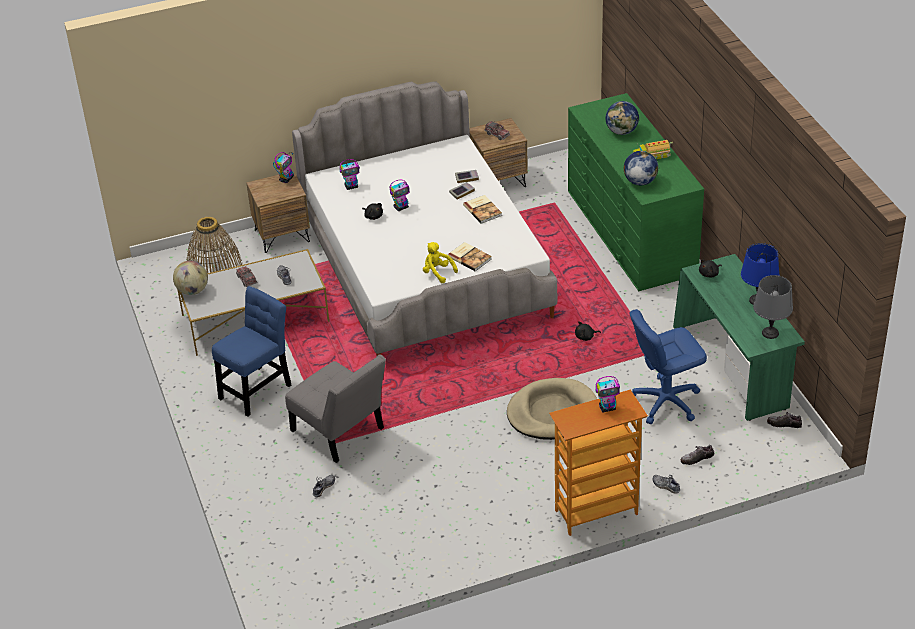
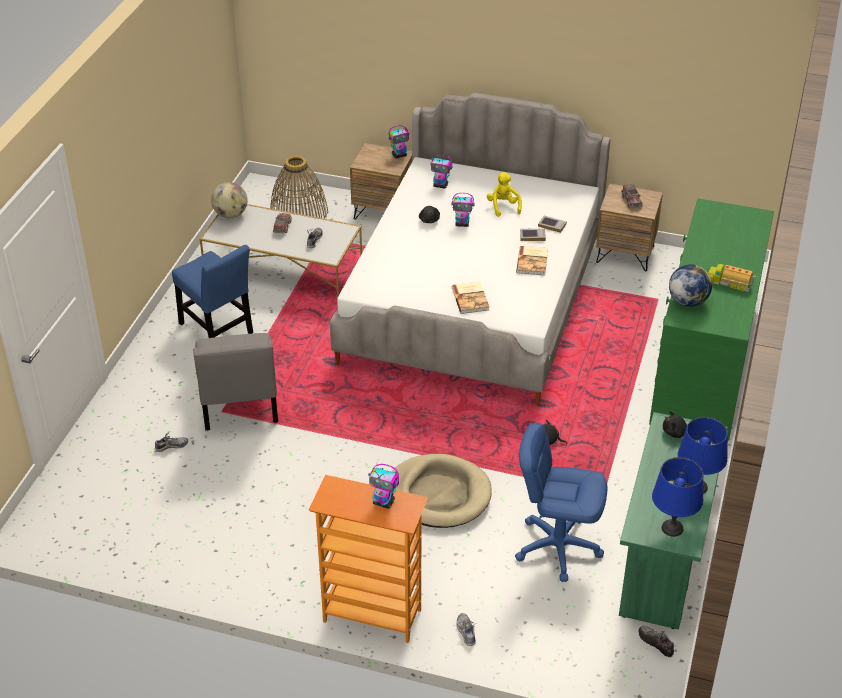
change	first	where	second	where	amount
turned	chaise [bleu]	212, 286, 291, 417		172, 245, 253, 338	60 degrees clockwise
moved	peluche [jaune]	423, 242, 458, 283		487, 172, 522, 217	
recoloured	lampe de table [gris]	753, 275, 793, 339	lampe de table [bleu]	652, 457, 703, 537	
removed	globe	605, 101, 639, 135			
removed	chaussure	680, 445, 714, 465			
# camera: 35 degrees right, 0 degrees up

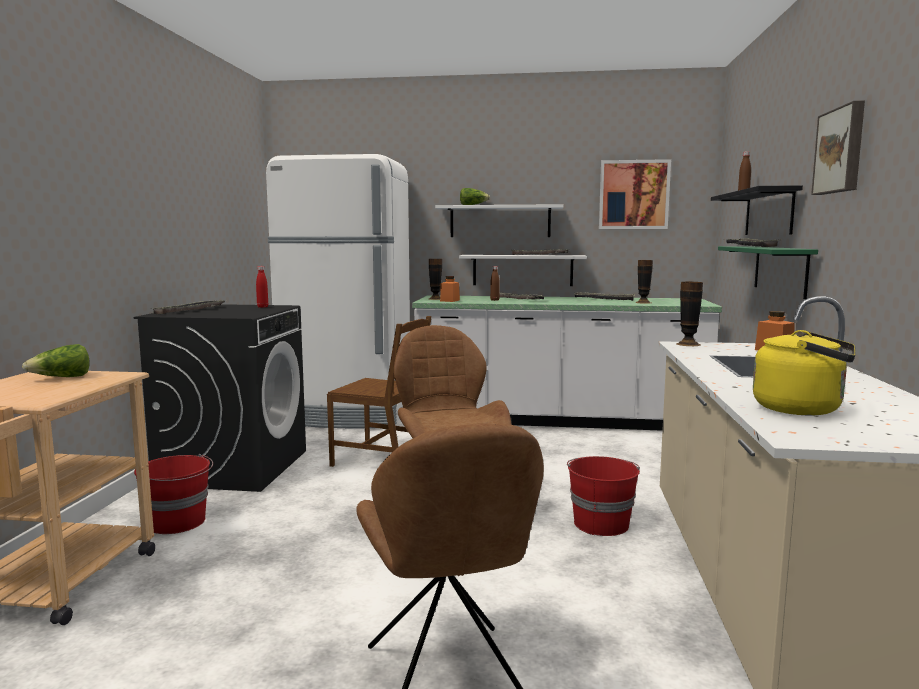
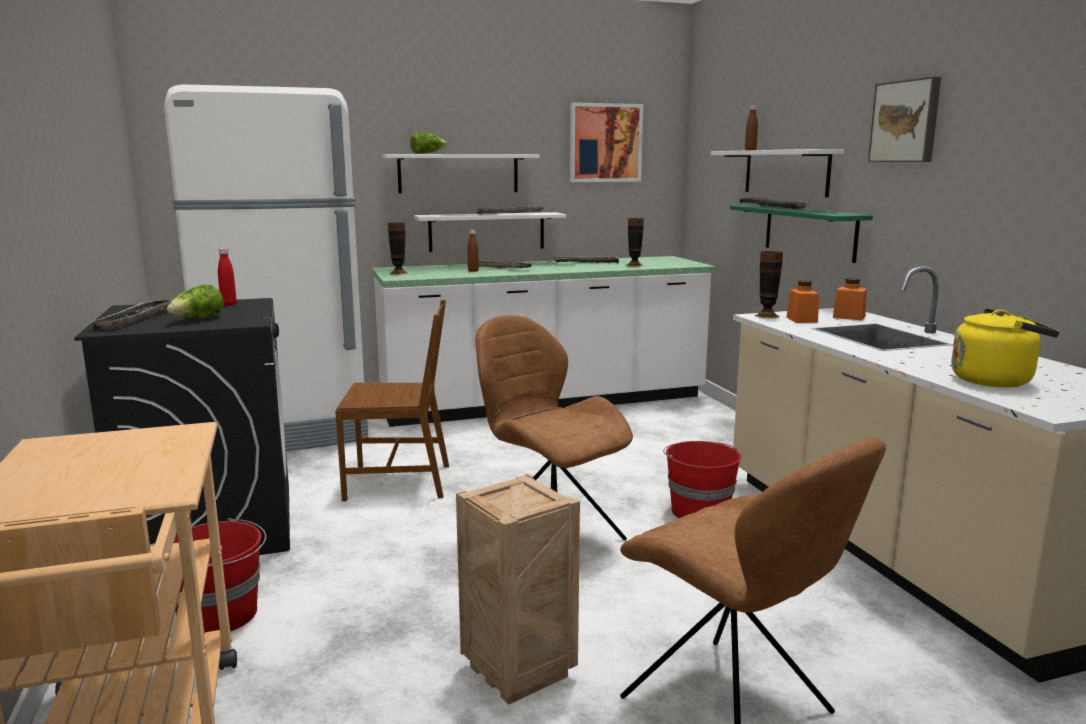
change	first	where	second	where	amount
moved	laitue	22, 344, 90, 377		167, 284, 224, 318	
added			caisse	456, 474, 580, 705	
recoloured	étagère [noir]	711, 185, 803, 235	étagère [blanc]	711, 149, 844, 197	
moved	bocal [orange]	440, 276, 460, 302		786, 280, 819, 323	
# camera: 25 degrees left, 5 degrees up

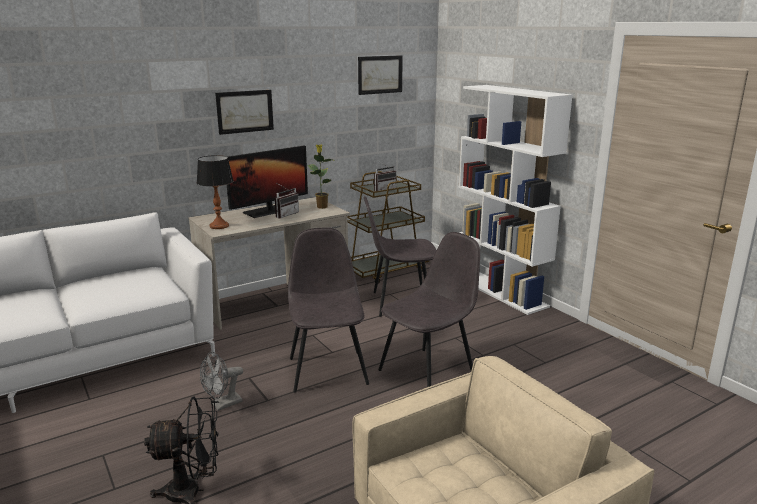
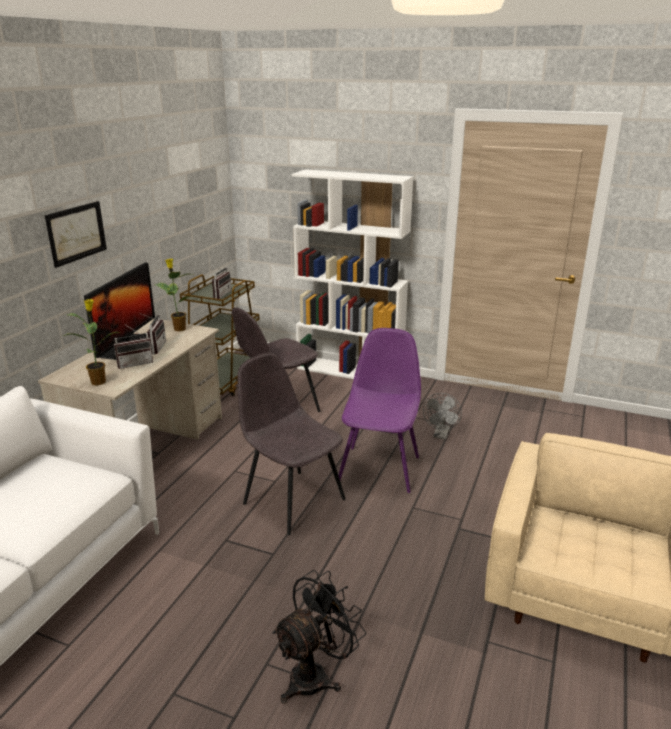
change	first	where	second	where	amount
replaced	lampe de table	197, 155, 234, 229	plante en pot	63, 299, 119, 385	
added			radio	114, 324, 153, 369	
recoloured	chaise [gris]	379, 232, 480, 387	chaise [violet]	339, 328, 421, 493	
moved	ventilateur [gris]	200, 352, 243, 411		423, 393, 462, 440	
removed	tableau	358, 55, 403, 95			
# camera: 35 degrees left, 5 degrees up

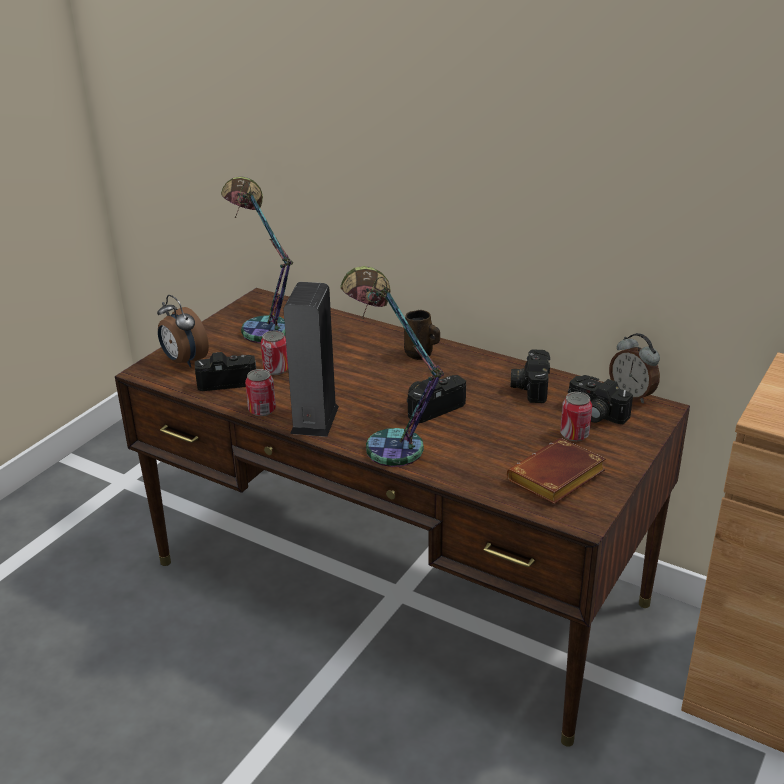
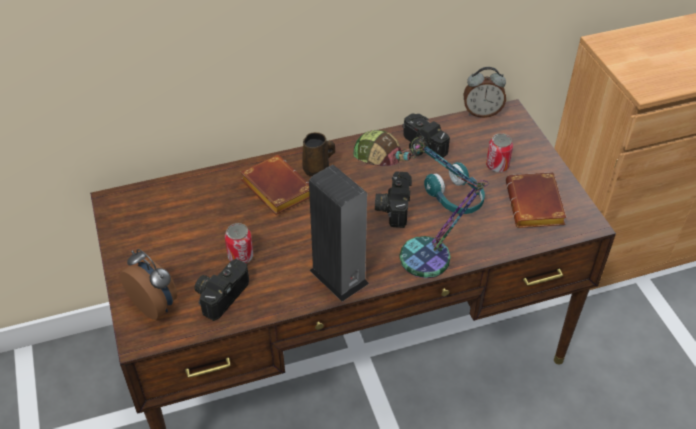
change	first	where	second	where	amount
turned	réveil	157, 295, 209, 368		120, 249, 177, 320	135 degrees counterclockwise
added			livre [marron]	241, 155, 310, 215	
added			casque audio [turquoise]	424, 162, 485, 214	
removed	lampe de table	221, 176, 293, 343			
removed	boîte métallique	245, 369, 276, 416			
removed	appareil photo	568, 375, 633, 424			
# camera: 50 degrees left, 15 degrees up

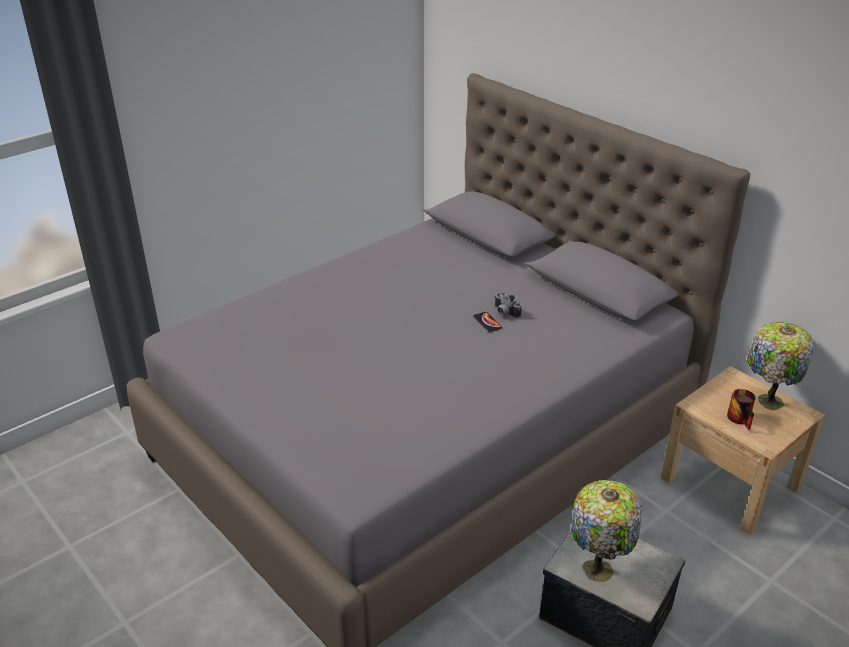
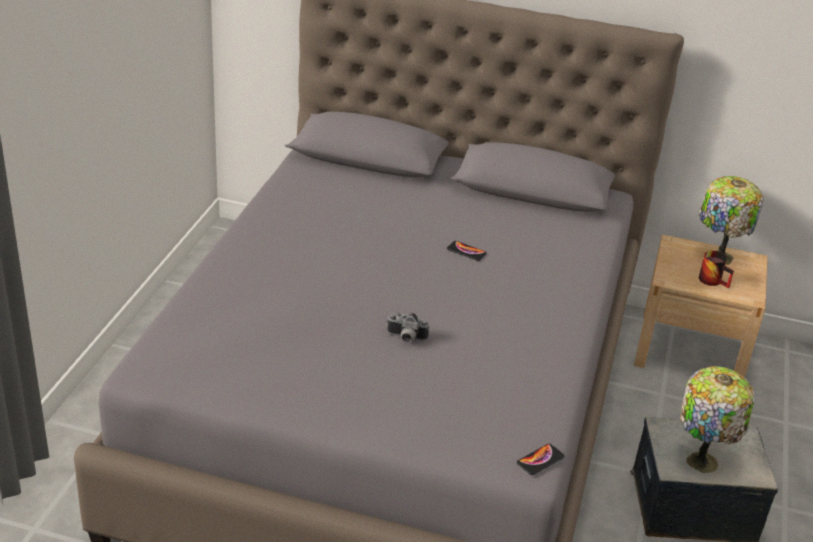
change	first	where	second	where	amount
moved	appareil photo	494, 292, 522, 318		387, 313, 429, 343	
added			téléphone	517, 444, 564, 475	
# camera: 35 degrees left, 0 degrees up

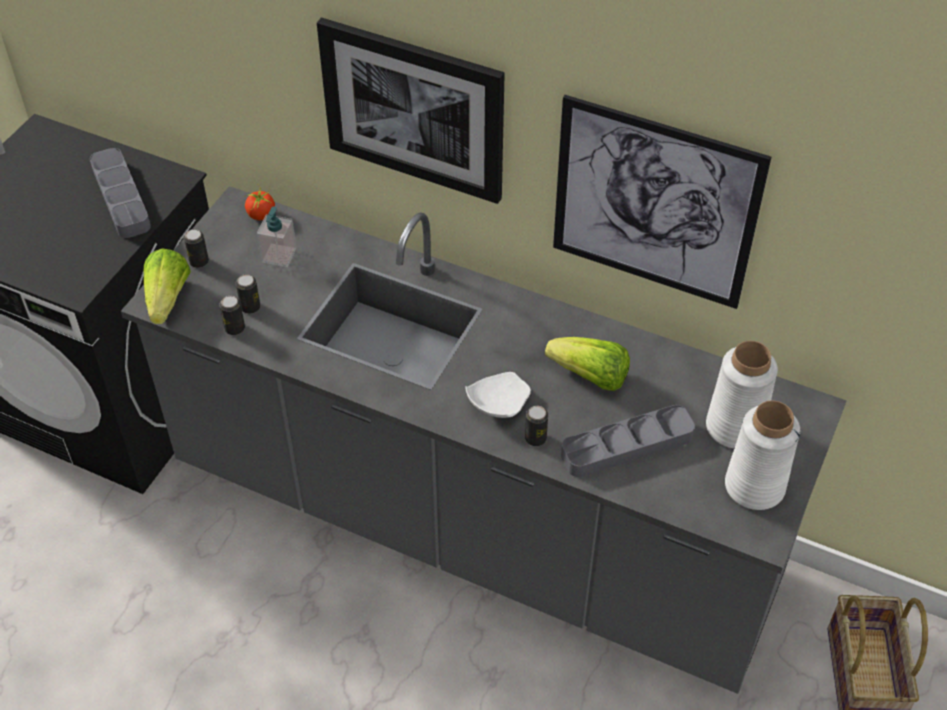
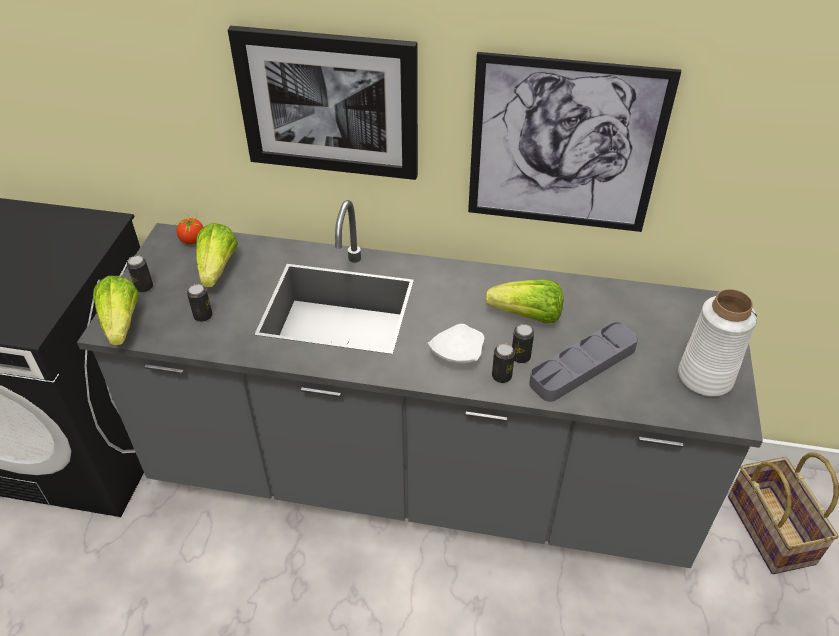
change	first	where	second	where	amount
replaced	distributeur de savon	257, 207, 297, 267	laitue	196, 223, 238, 287	
moved	boîte métallique	219, 296, 245, 335		512, 324, 534, 363	
removed	plateau [gris]	90, 148, 151, 238			
removed	vase [blanc]	706, 341, 778, 448			
# camera: 15 degrees left, 5 degrees down

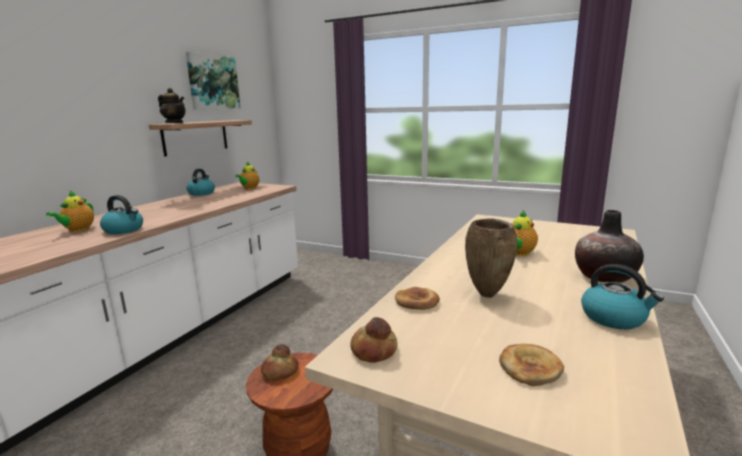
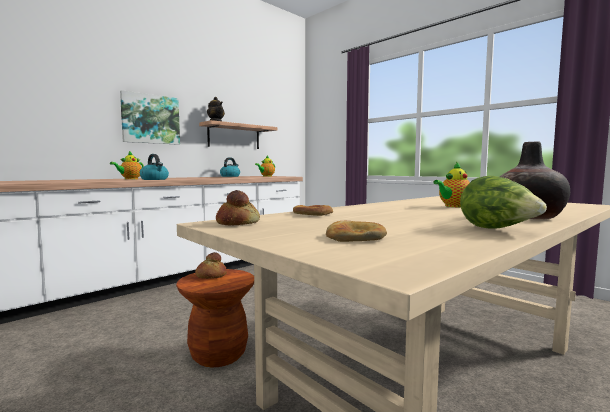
change	first	where	second	where	amount
moved	tableau	186, 52, 241, 110		120, 90, 180, 145	
replaced	bouilloire	581, 264, 664, 329	laitue	460, 176, 547, 229	
removed	vase [marron]	465, 218, 518, 298			
# camera: 20 degrees right, 10 degrees down

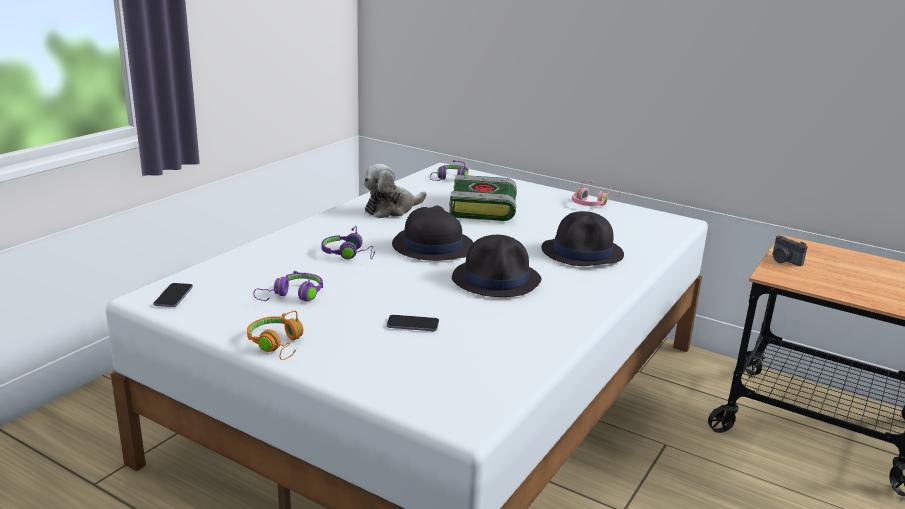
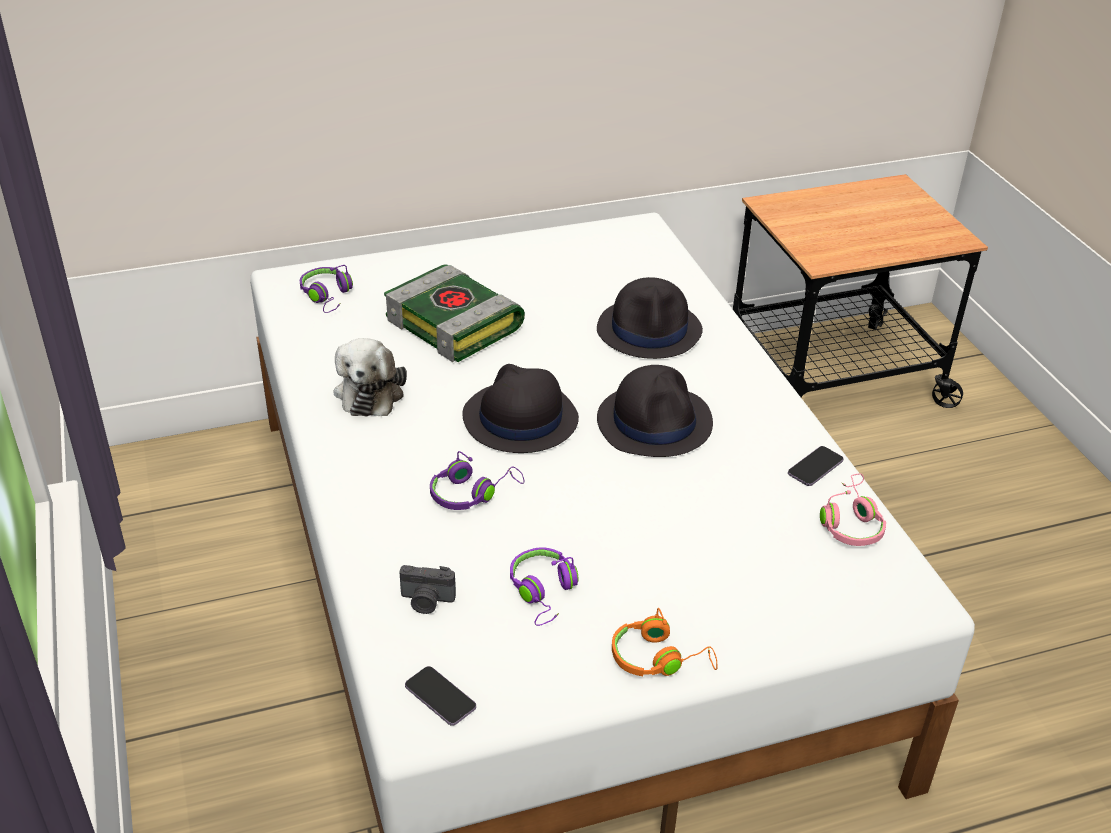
change	first	where	second	where	amount
moved	appareil photo	772, 236, 808, 266		400, 565, 456, 614	
moved	téléphone	387, 315, 439, 331		788, 446, 844, 486	
moved	casque audio [rose]	572, 180, 620, 206		820, 473, 886, 546	
# camera: 50 degrees left, 15 degrees up

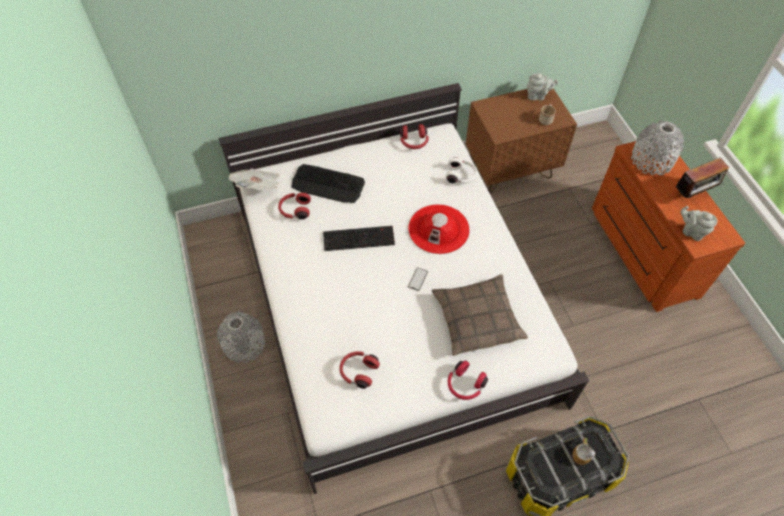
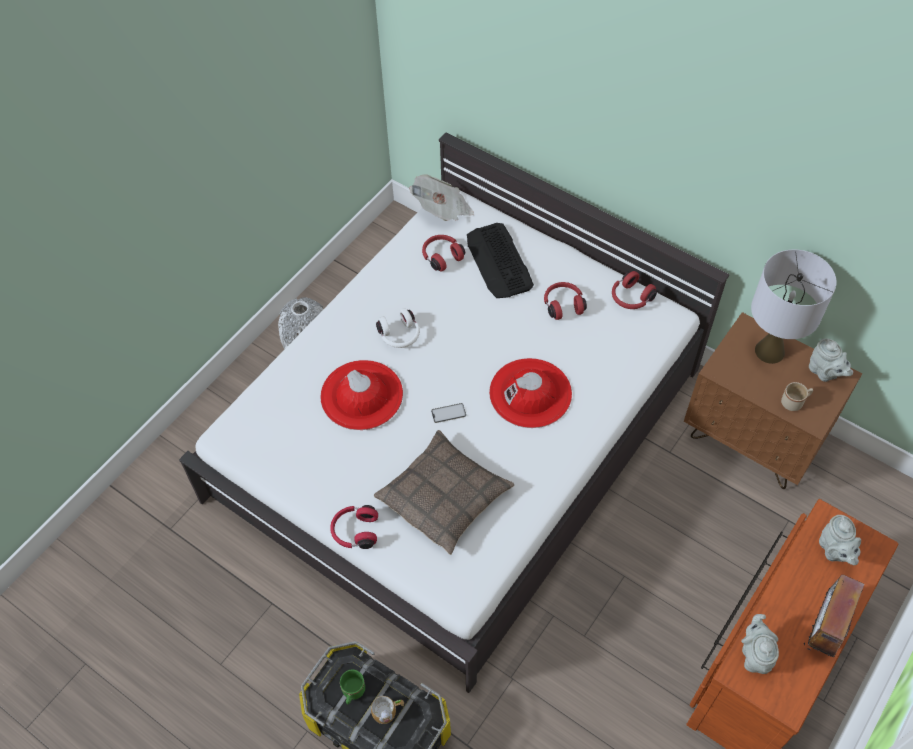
change	first	where	second	where	amount
added			chapeau [rouge]	320, 360, 403, 430	
added			mug [vert]	340, 670, 365, 704	
moved	casque audio [blanc]	446, 157, 477, 184		376, 308, 420, 348	
moved	casque audio [rouge]	340, 351, 380, 389		544, 282, 587, 320	
added			lampe de table [gris]	751, 249, 837, 364	
turned	radio	676, 158, 729, 198		803, 575, 864, 657	90 degrees clockwise
replaced	vase [gris]	631, 121, 684, 175	théière [gris]	819, 515, 861, 565	
removed	clavier	323, 226, 395, 251			
# camera: 55 degrees right, 0 degrees up

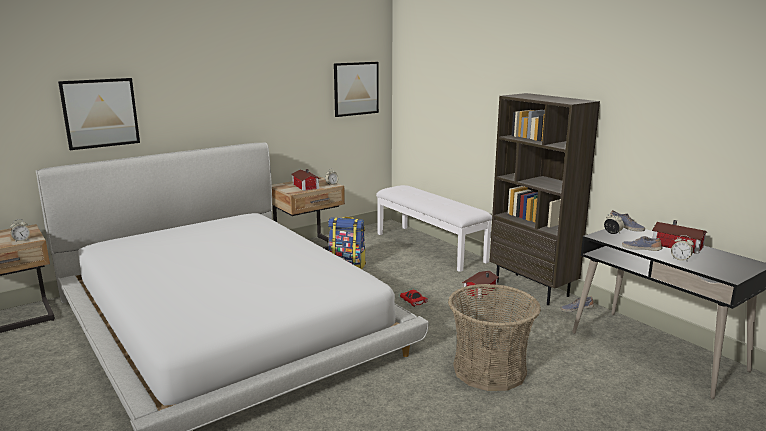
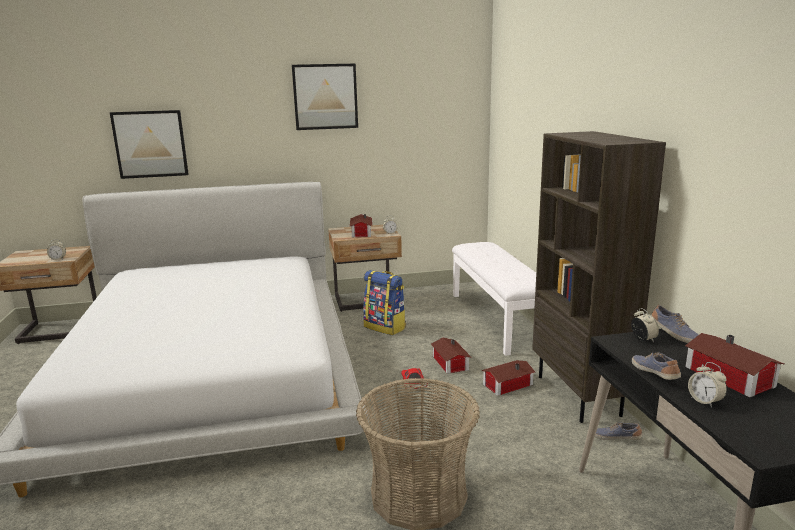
change	first	where	second	where	amount
moved	tableau	334, 62, 379, 117		292, 64, 358, 130	
added			maison miniature	431, 337, 471, 374	
# camera: 25 degrees right, 0 degrees up

